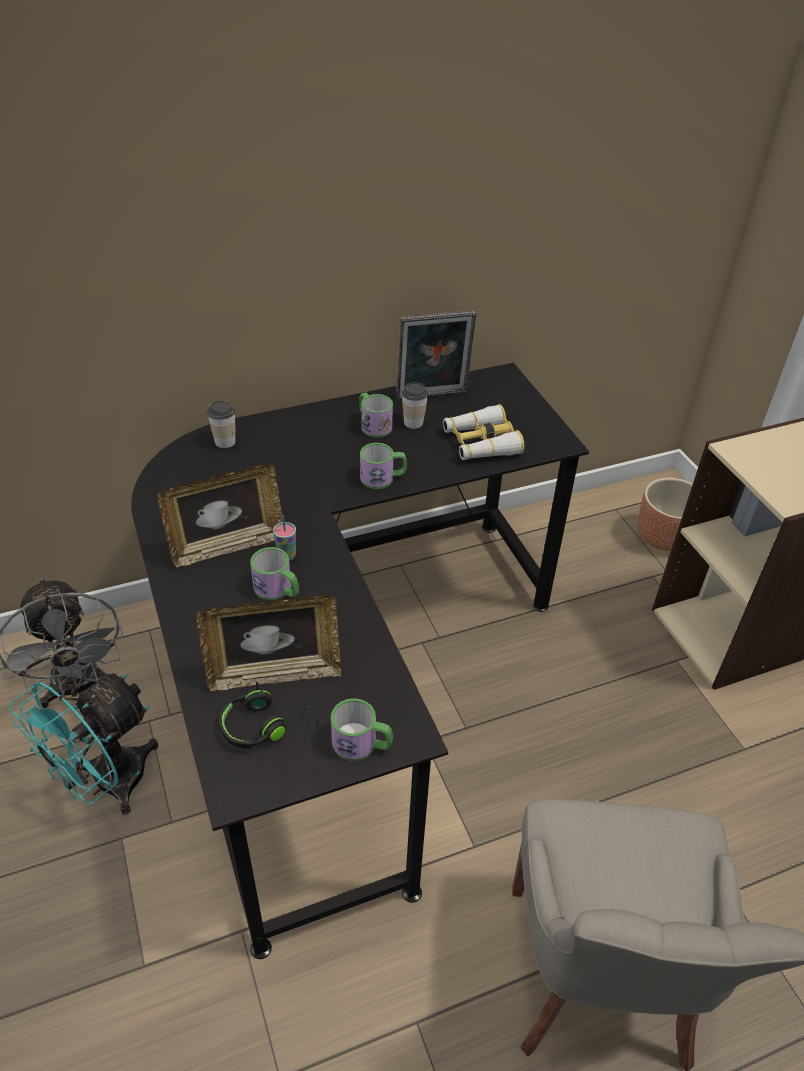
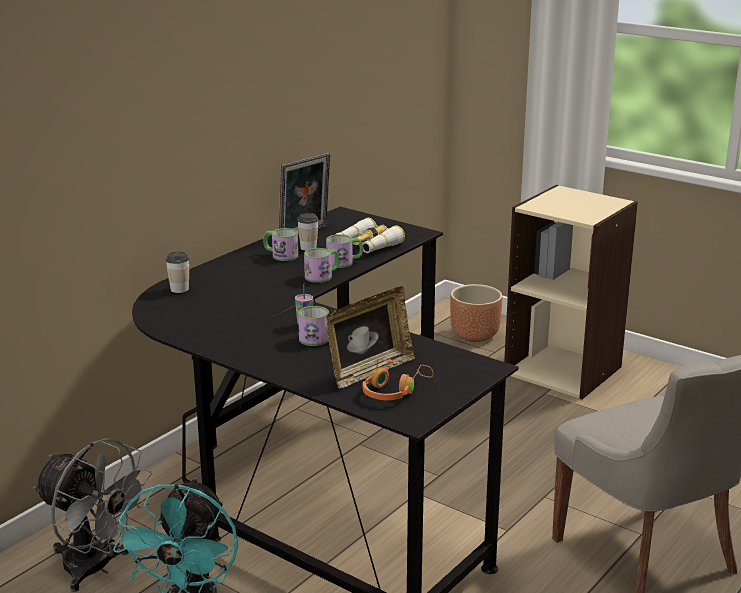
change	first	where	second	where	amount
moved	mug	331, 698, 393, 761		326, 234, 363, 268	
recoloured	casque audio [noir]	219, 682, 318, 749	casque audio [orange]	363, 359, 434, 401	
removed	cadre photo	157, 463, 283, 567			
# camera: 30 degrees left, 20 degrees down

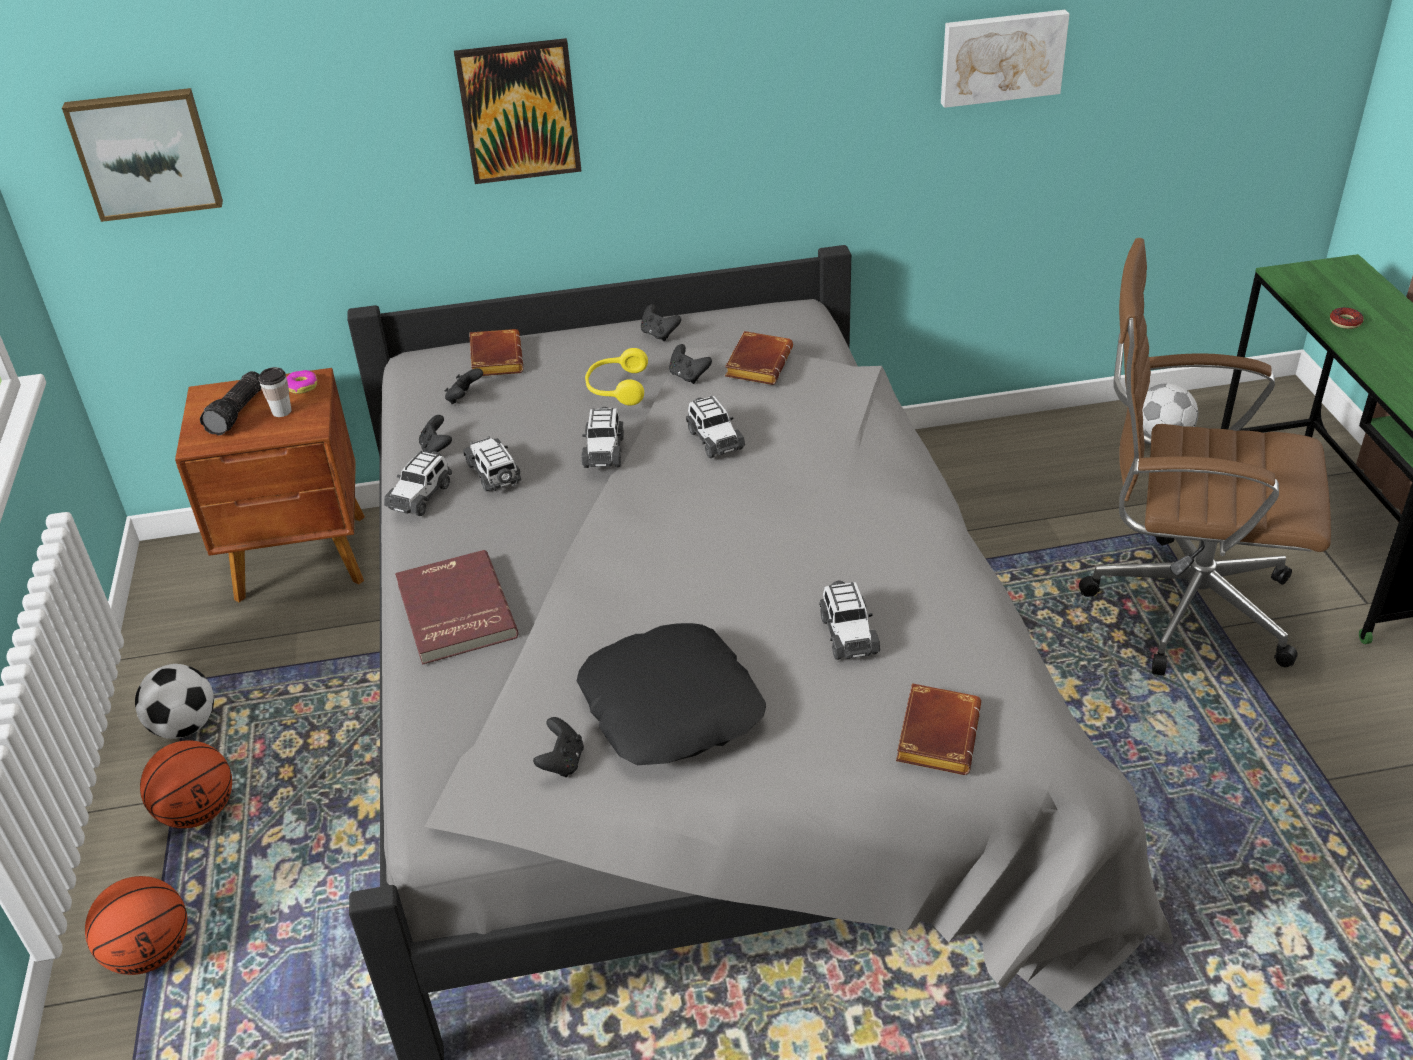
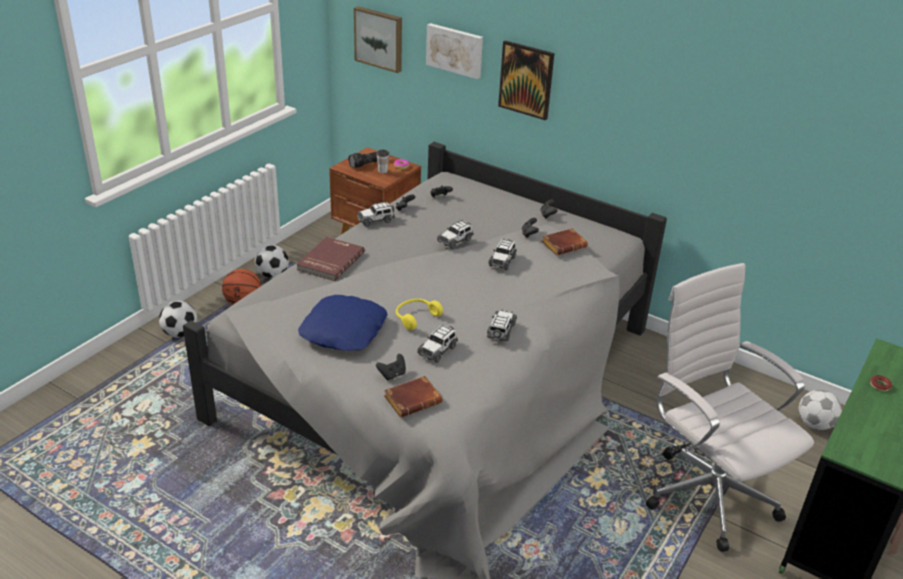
change	first	where	second	where	amount
replaced	ballon de basket	85, 876, 187, 975	ballon de foot	159, 301, 197, 338	
recoloured	coussin [noir]	577, 623, 766, 765	coussin [bleu]	298, 295, 388, 351	
moved	manette [noir]	533, 717, 584, 777		376, 354, 406, 380	
moved	casque audio [jaune]	585, 348, 648, 406		396, 299, 443, 330	
moved	tableau	941, 10, 1069, 108		426, 23, 483, 79	
moved	petite voiture	463, 436, 521, 491		487, 309, 517, 342	
recoloured	chaise de bureau [marron]	1079, 238, 1331, 676	chaise de bureau [blanc]	646, 263, 814, 552	
removed	livre [marron]	469, 329, 523, 376			
# camera: 40 degrees right, 5 degrees down

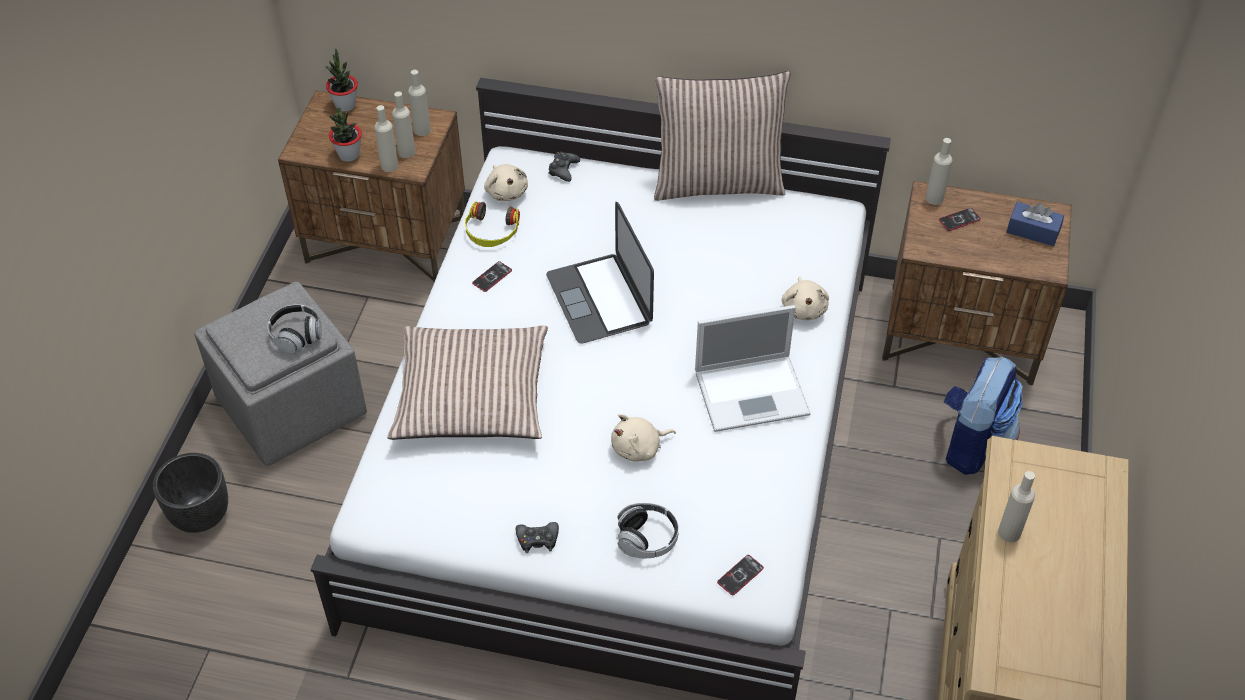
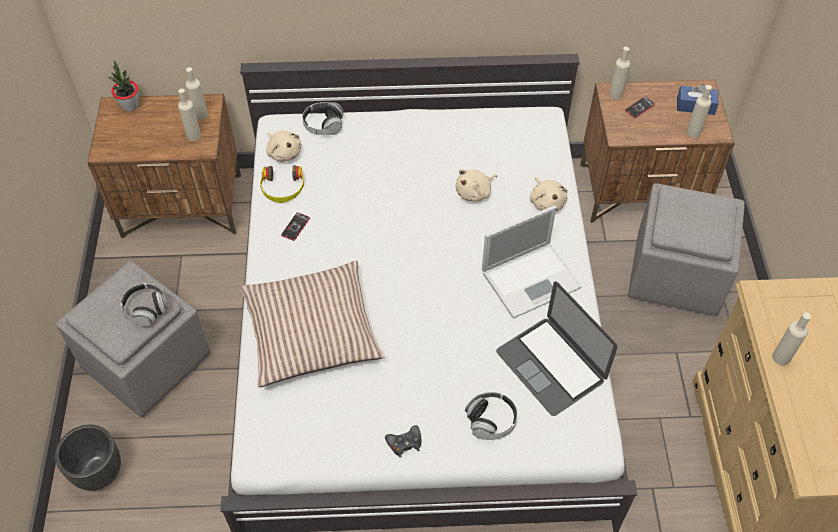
change	first	where	second	where	amount
replaced	manette [noir]	548, 152, 580, 182	casque audio	302, 102, 344, 135	
moved	peluche [beige]	611, 414, 676, 462		455, 169, 497, 202	
moved	ordinateur portable	546, 202, 654, 344		496, 281, 618, 416	
replaced	sac à dos	944, 356, 1023, 475	pouf [gris]	628, 183, 745, 316	
moved	bouteille [beige]	375, 105, 399, 172		687, 85, 712, 138	
removed	plante en pot	329, 108, 362, 162			
removed	coussin	654, 71, 791, 201			
removed	téléphone	717, 555, 764, 595			
# camera: 15 degrees left, 5 degrees up

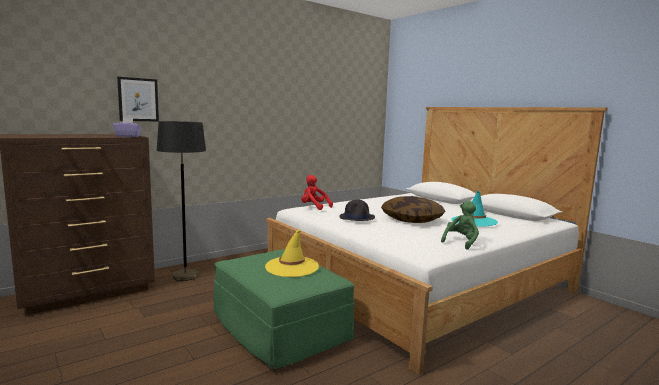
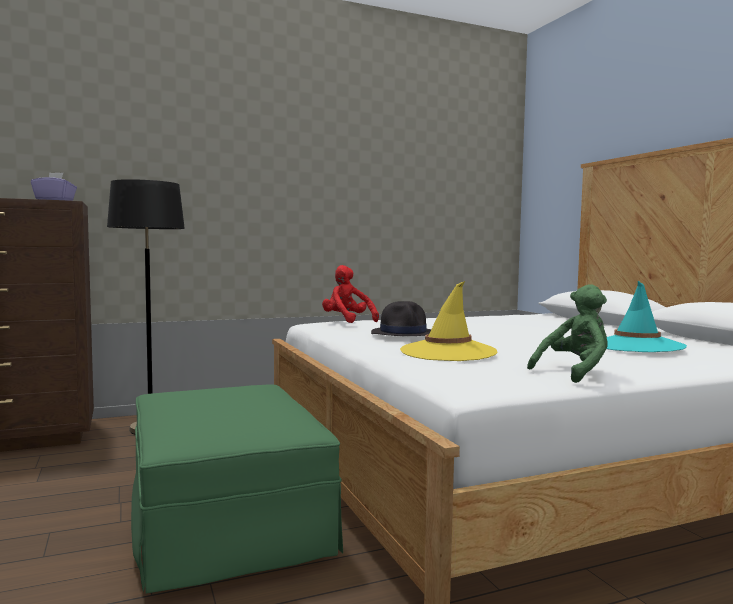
change	first	where	second	where	amount
moved	chapeau [jaune]	265, 230, 319, 277		400, 281, 498, 361	
removed	tableau	117, 77, 159, 122			
removed	coussin	381, 196, 446, 223			
# camera: 15 degrees right, 5 degrees down

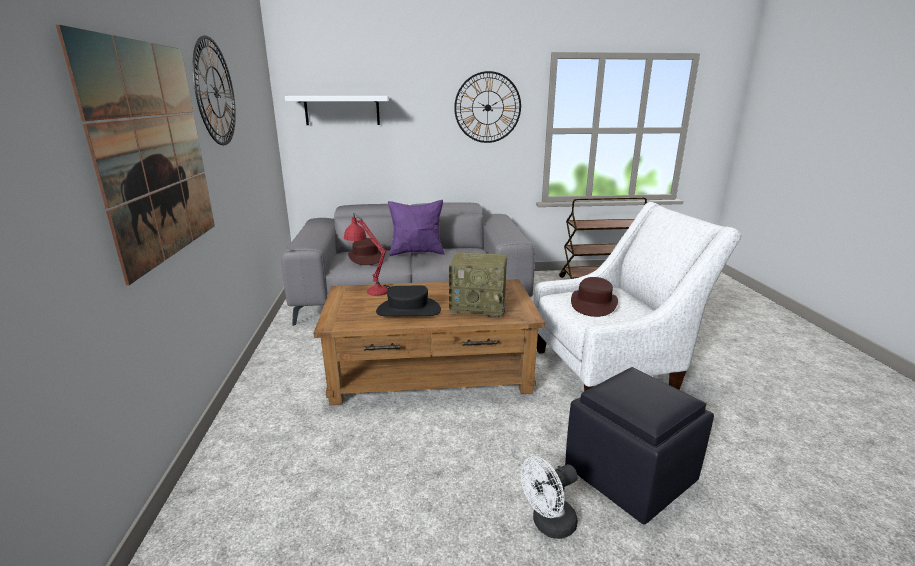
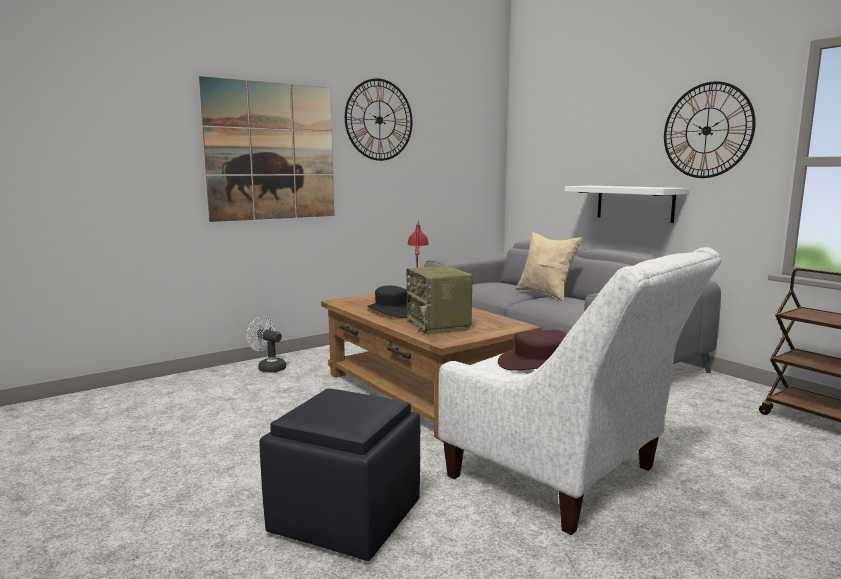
change	first	where	second	where	amount
moved	ventilateur [blanc]	521, 456, 578, 539		247, 317, 286, 373	
recoloured	coussin [violet]	388, 200, 445, 256	coussin [beige]	515, 232, 582, 301	
moved	étagère [blanc]	285, 96, 389, 125		565, 186, 689, 223	
removed	chapeau [marron]	348, 238, 382, 265			
# camera: 60 degrees right, 10 degrees down

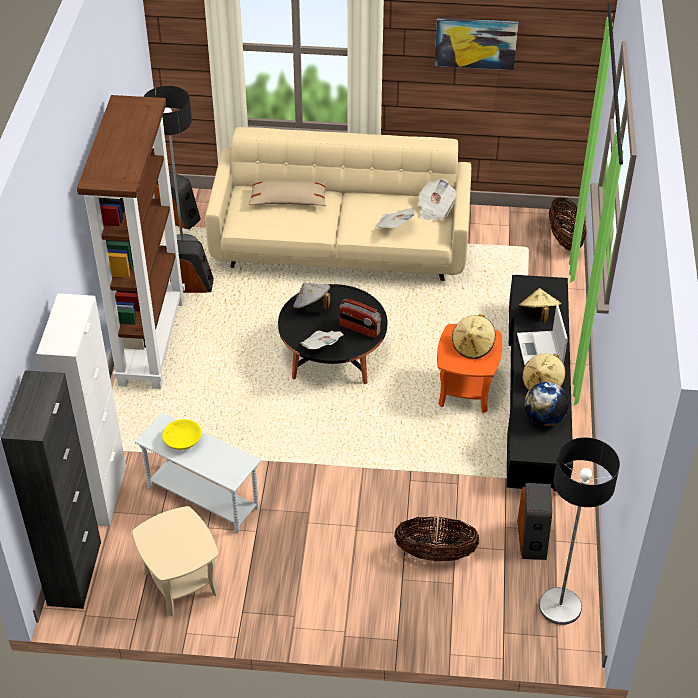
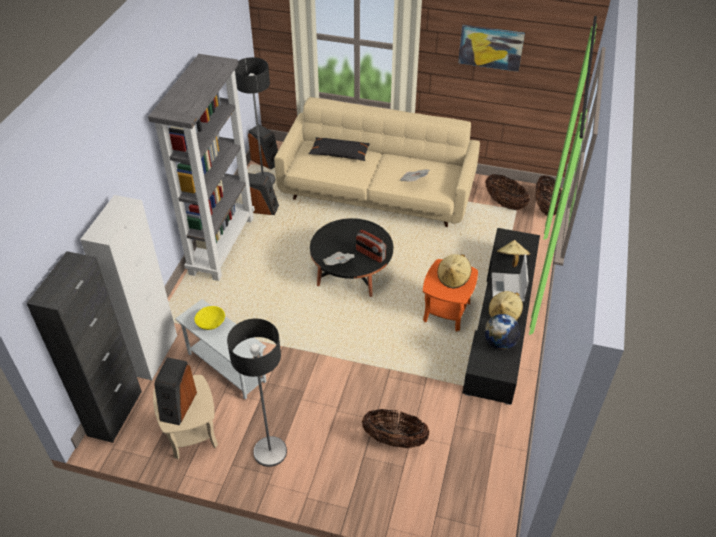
change	first	where	second	where	amount
recoloured	bibliothèque [marron]	77, 95, 185, 389	bibliothèque [gris]	148, 54, 255, 281	
moved	enceinte	517, 483, 553, 560		155, 357, 197, 425	
moved	lampadaire	539, 437, 620, 625		227, 319, 287, 467	
recoloured	coussin [beige]	248, 180, 327, 206	coussin [noir]	308, 137, 370, 161	
added			panier	485, 174, 530, 210	
removed	chapeau [gris]	293, 283, 330, 310			
removed	journal	418, 179, 457, 220			
# camera: 10 degrees right, 0 degrees up

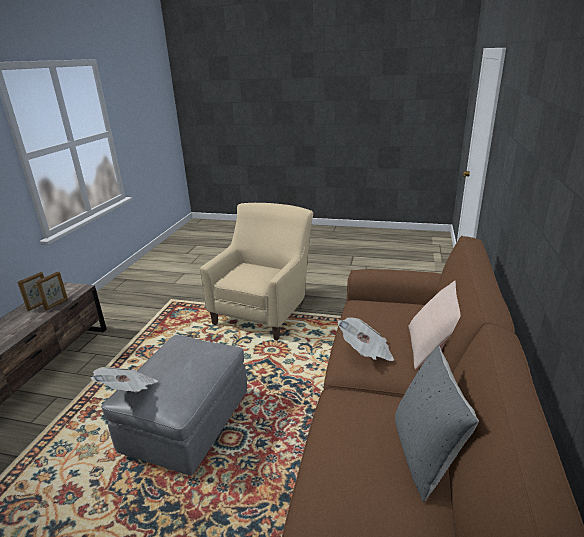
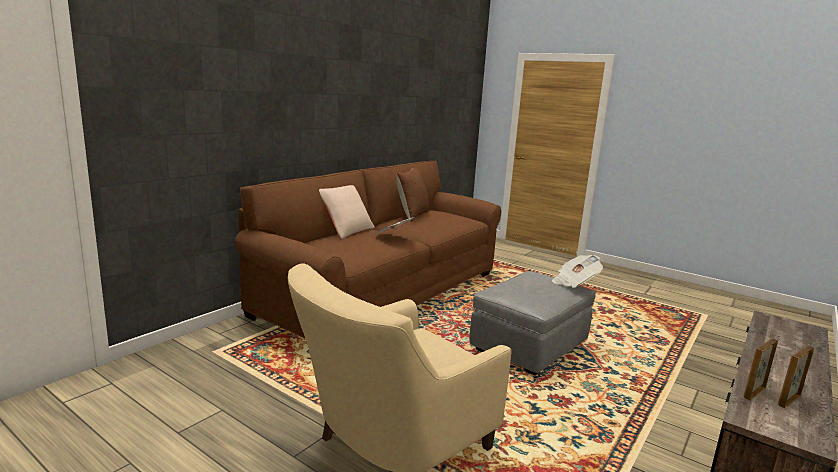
change	first	where	second	where	amount
recoloured	coussin [gris]	395, 345, 479, 502	coussin [marron]	396, 167, 429, 222	
# camera: 160 degrees left, 10 degrees down

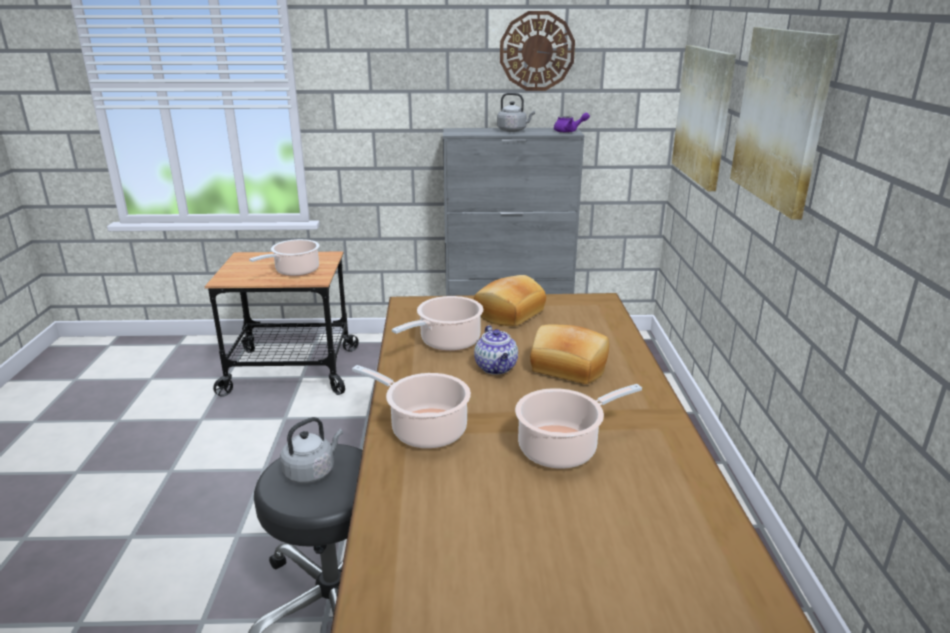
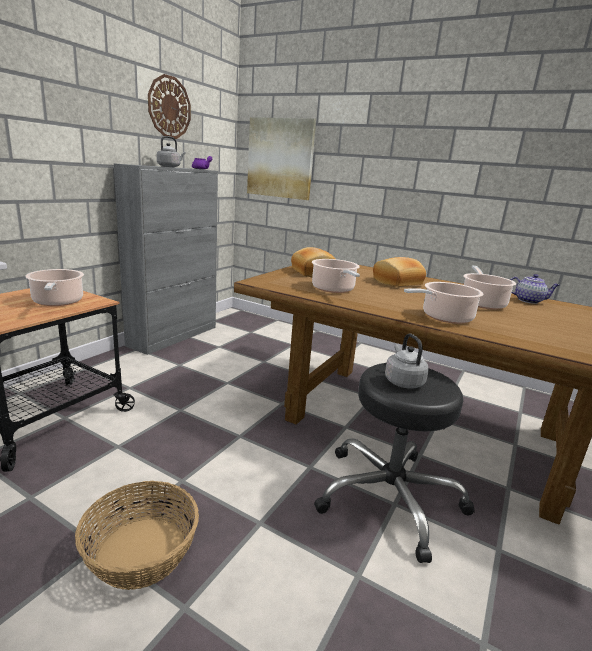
change	first	where	second	where	amount
added			panier	75, 481, 199, 590	
moved	théière	474, 325, 518, 375		510, 274, 560, 304	
removed	tableau	730, 27, 840, 219			
# camera: 60 degrees left, 5 degrees down

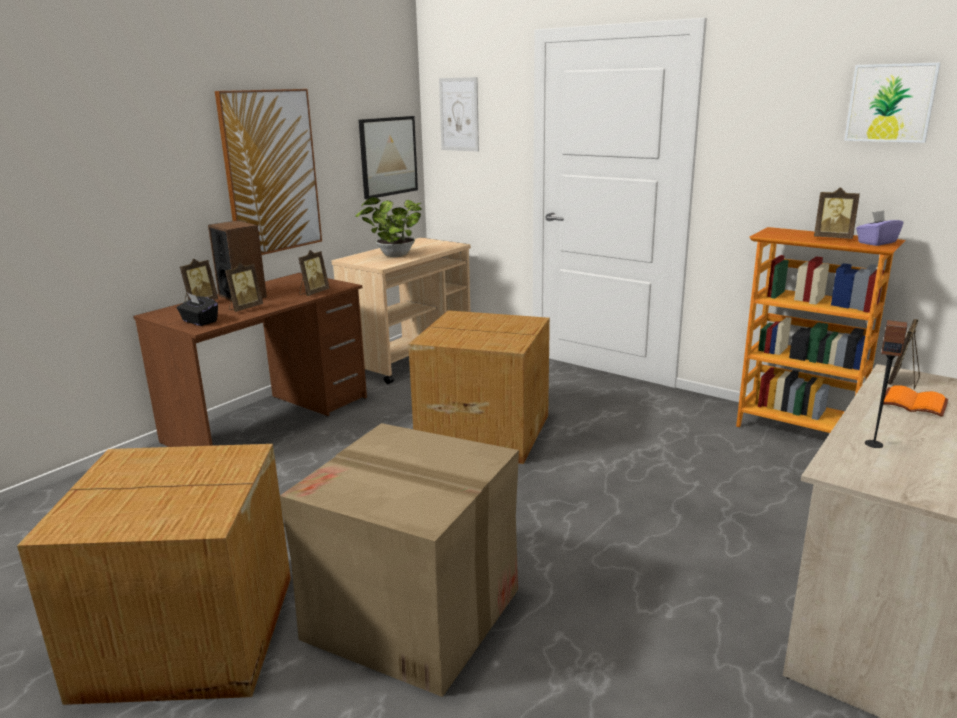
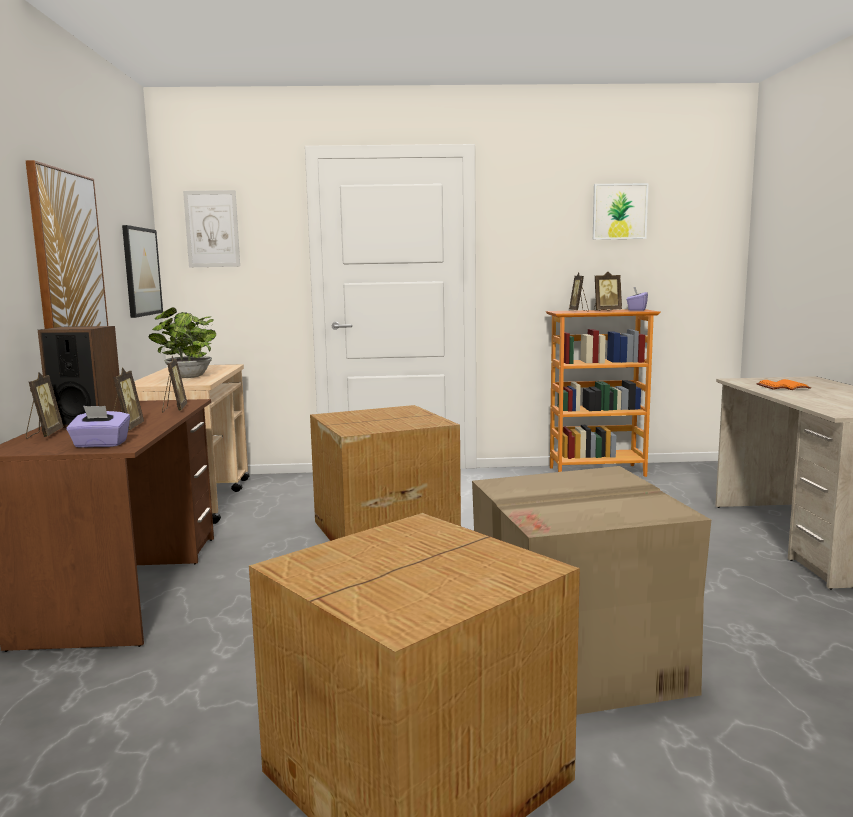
change	first	where	second	where	amount
recoloured	boîte à mouchoirs [noir]	177, 293, 218, 326	boîte à mouchoirs [violet]	66, 406, 130, 448	
moved	cadre photo	888, 319, 920, 389		569, 272, 589, 311	
removed	enceinte	865, 320, 907, 448			
# camera: 40 degrees left, 10 degrees down

